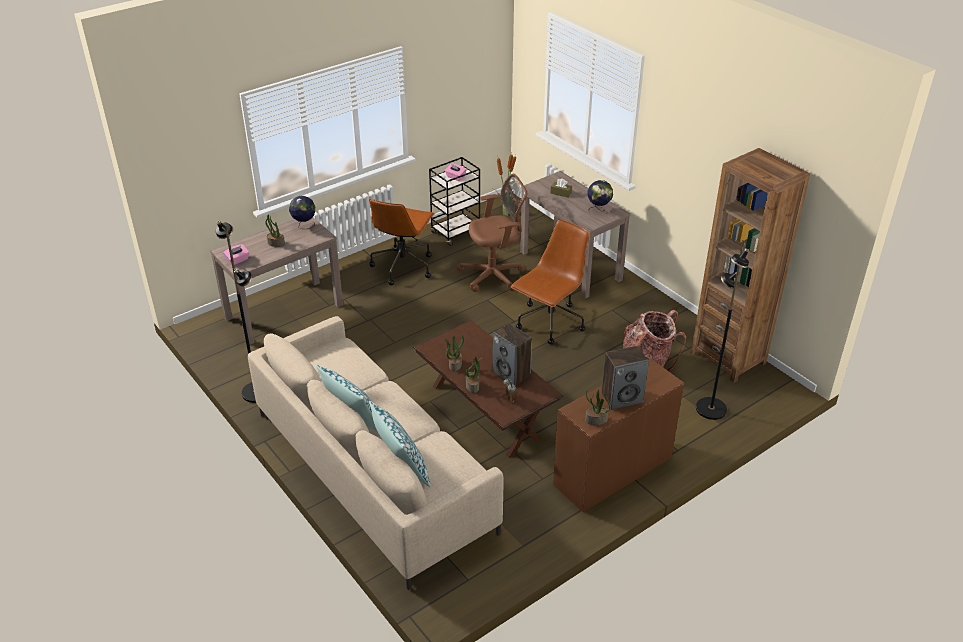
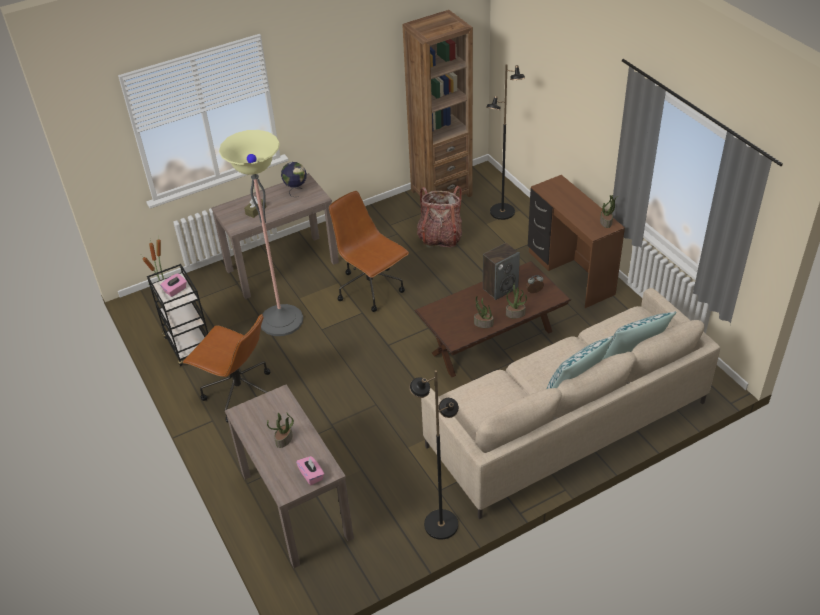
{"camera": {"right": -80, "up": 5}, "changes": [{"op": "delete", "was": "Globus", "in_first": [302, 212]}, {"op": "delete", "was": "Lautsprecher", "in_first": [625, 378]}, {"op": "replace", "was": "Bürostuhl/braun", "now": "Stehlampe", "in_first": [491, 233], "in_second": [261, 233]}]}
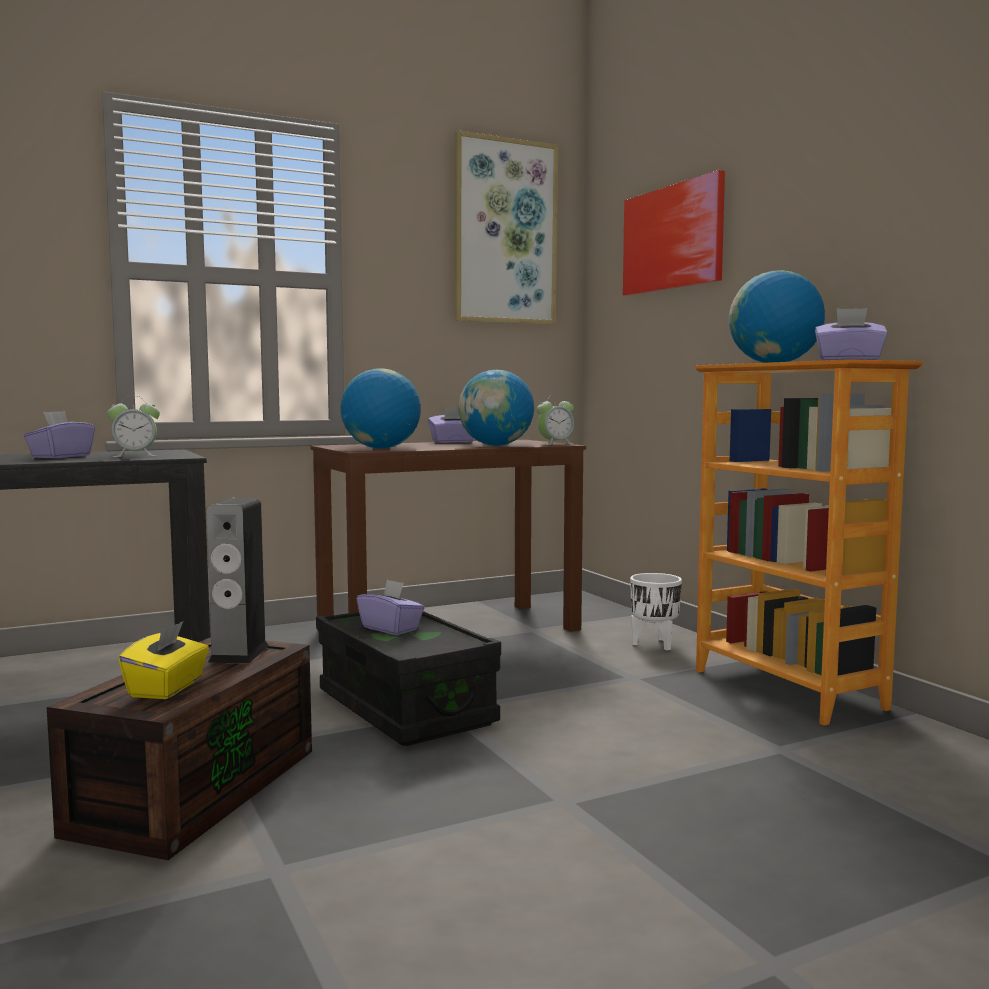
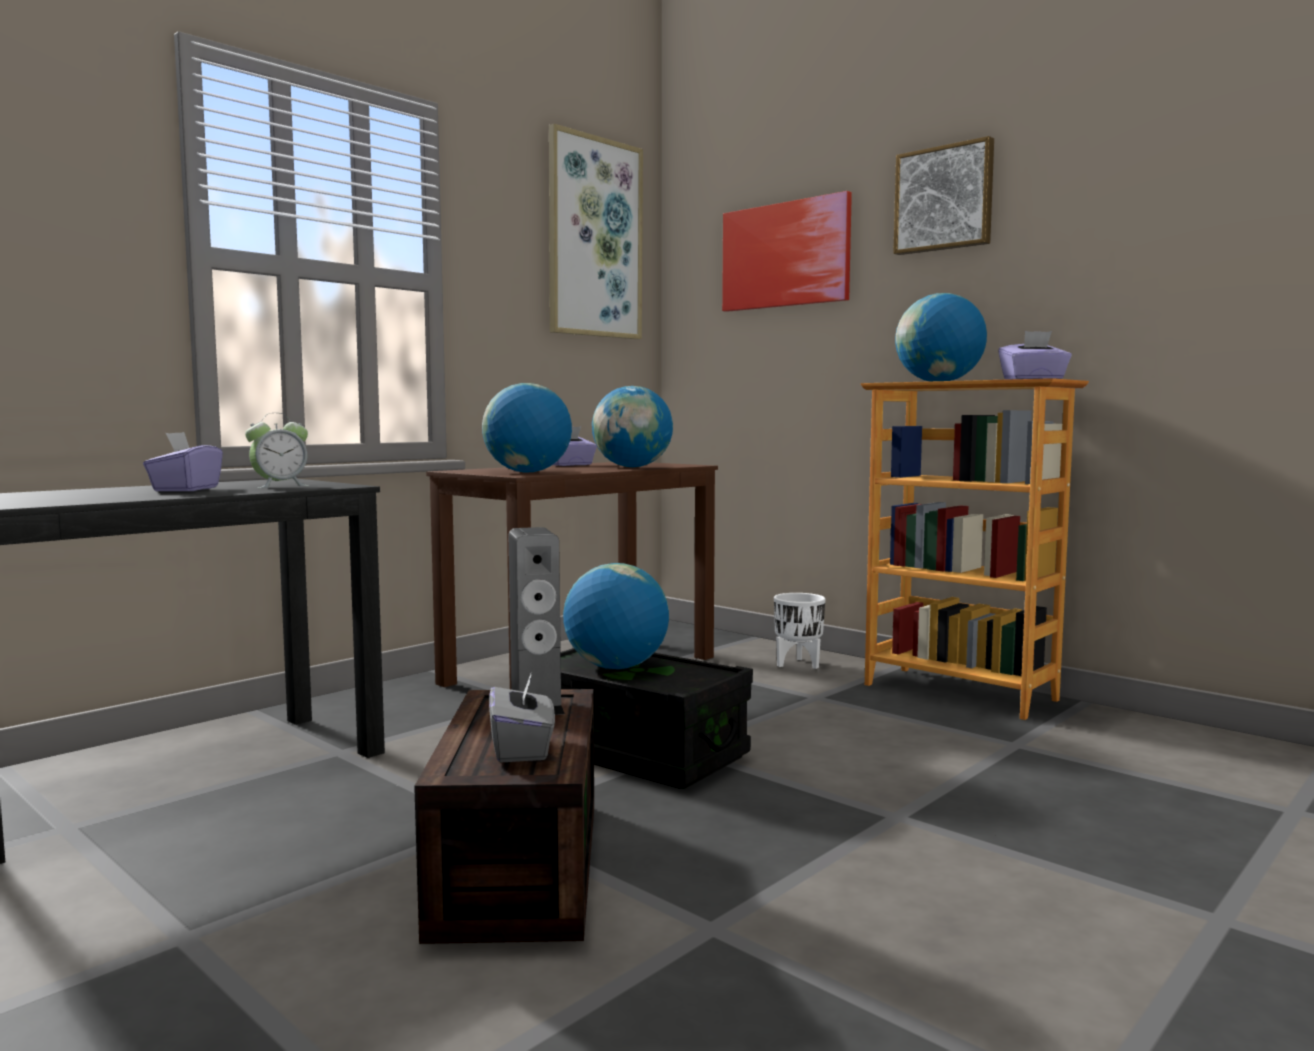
{"camera": {"right": -20, "up": 0}, "changes": [{"op": "delete", "was": "Wecker", "in_first": [555, 420]}, {"op": "insert", "now": "Bild", "in_second": [943, 195]}, {"op": "replace", "was": "Taschentuchbox/lila", "now": "Globus", "in_first": [391, 607], "in_second": [616, 616]}, {"op": "recolor", "was": "Taschentuchbox/gelb", "now": "Taschentuchbox/grau", "in_first": [164, 660], "in_second": [522, 717]}]}
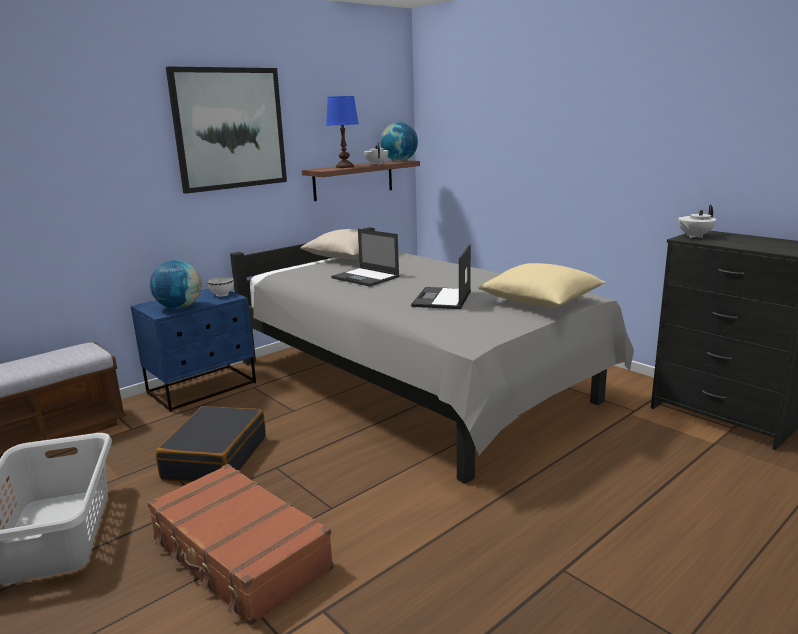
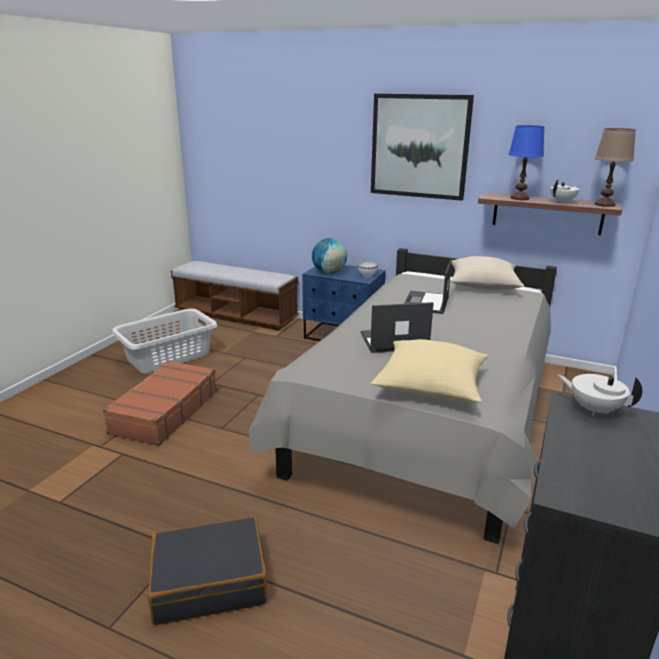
{"camera": {"right": 65, "up": 5}, "changes": [{"op": "move", "was": "Koffer/schwarz", "in_first": [211, 444], "in_second": [207, 570]}, {"op": "replace", "was": "Globus", "now": "Tischlampe/braun", "in_first": [399, 141], "in_second": [615, 167]}]}
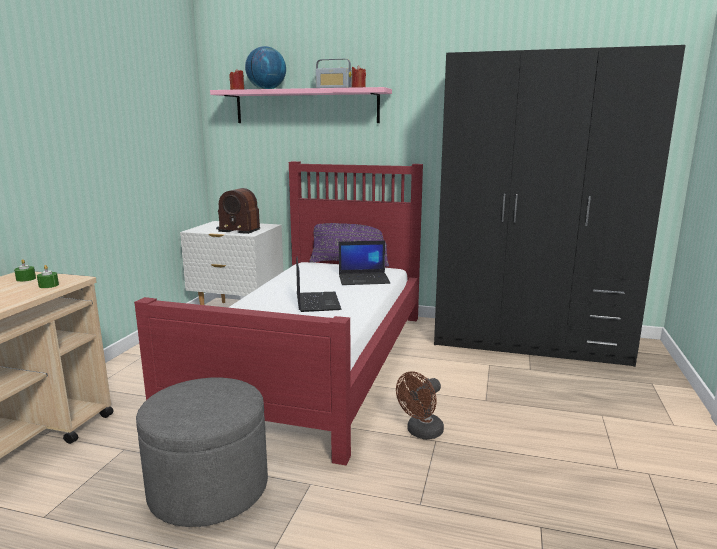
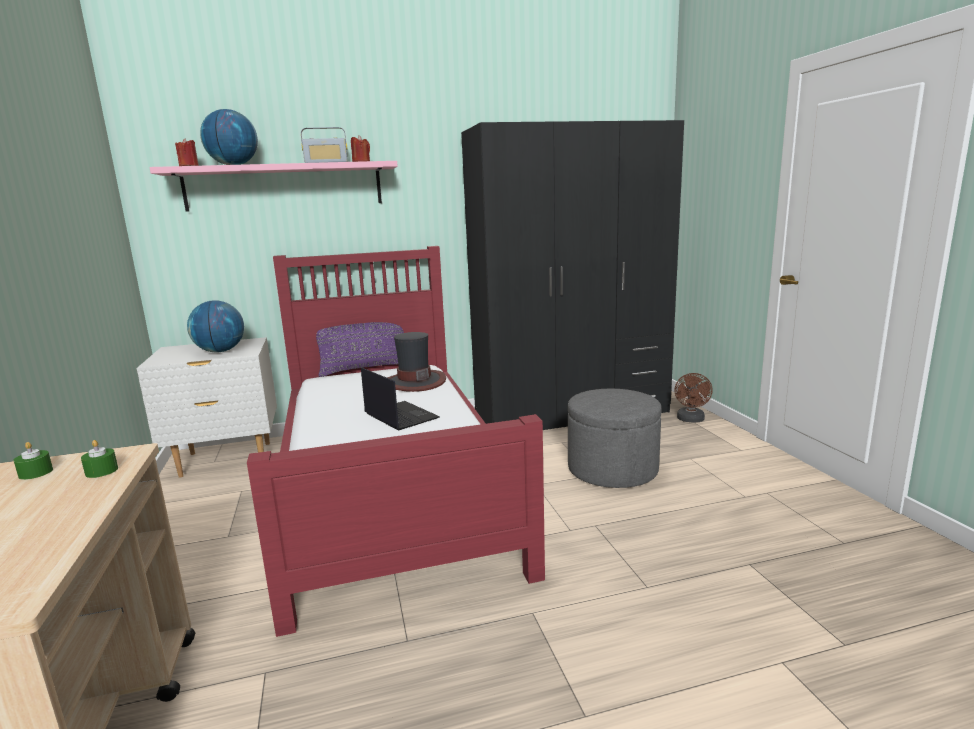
{"camera": {"right": -30, "up": 0}, "changes": [{"op": "move", "was": "Polsterhocker/grau", "in_first": [202, 452], "in_second": [615, 438]}, {"op": "move", "was": "Ventilator/braun", "in_first": [420, 405], "in_second": [693, 398]}, {"op": "replace", "was": "Radio", "now": "Globus", "in_first": [238, 211], "in_second": [215, 326]}, {"op": "replace", "was": "Laptop", "now": "Hut", "in_first": [364, 263], "in_second": [416, 362]}]}
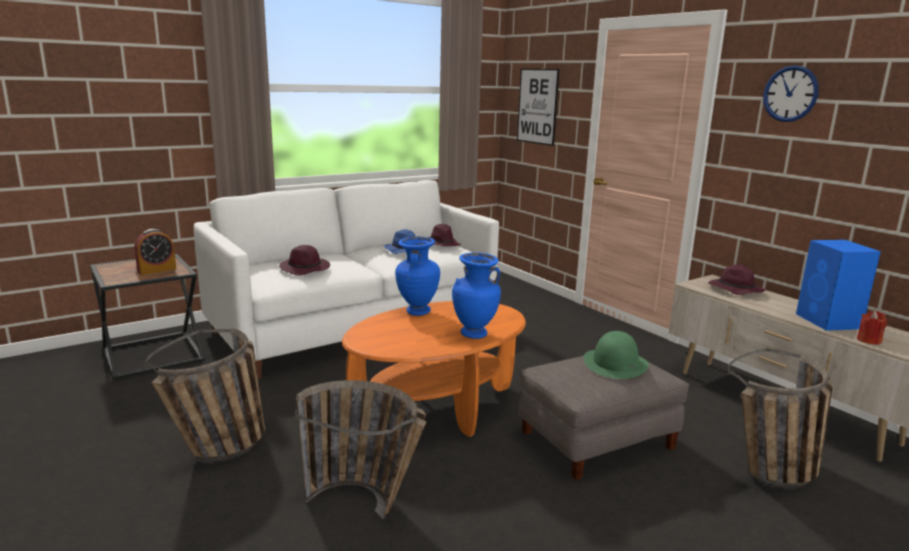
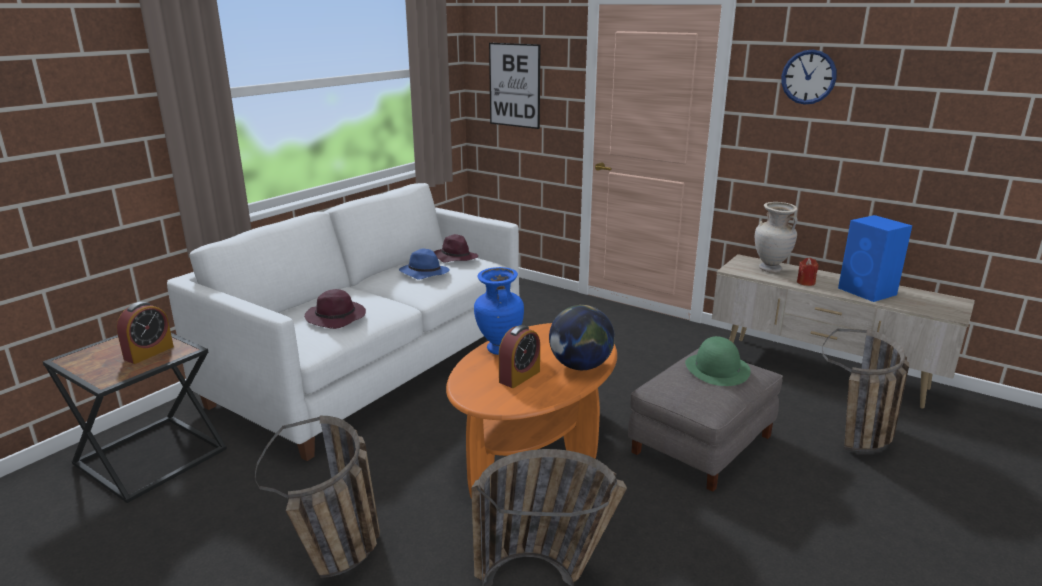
{"camera": {"right": -20, "up": 5}, "changes": [{"op": "insert", "now": "Wecker", "in_second": [519, 356]}, {"op": "move", "was": "Kerze/rot", "in_first": [872, 328], "in_second": [807, 272]}, {"op": "replace", "was": "Vase/blau", "now": "Globus", "in_first": [476, 295], "in_second": [582, 337]}, {"op": "replace", "was": "Hut/lila", "now": "Vase/beige", "in_first": [736, 279], "in_second": [776, 237]}]}
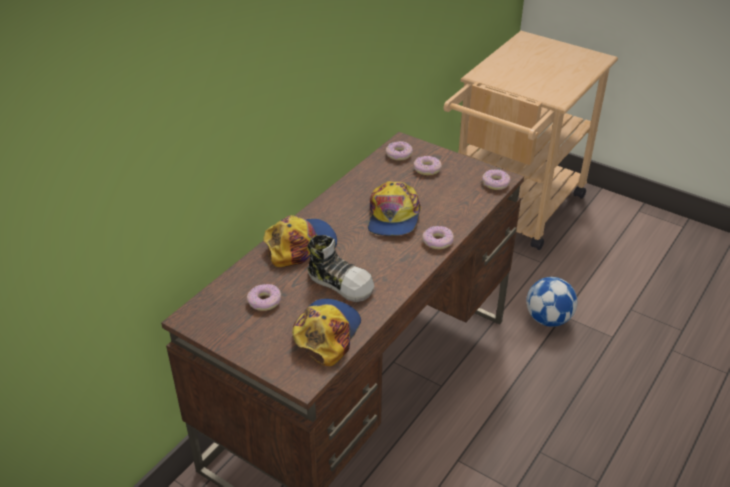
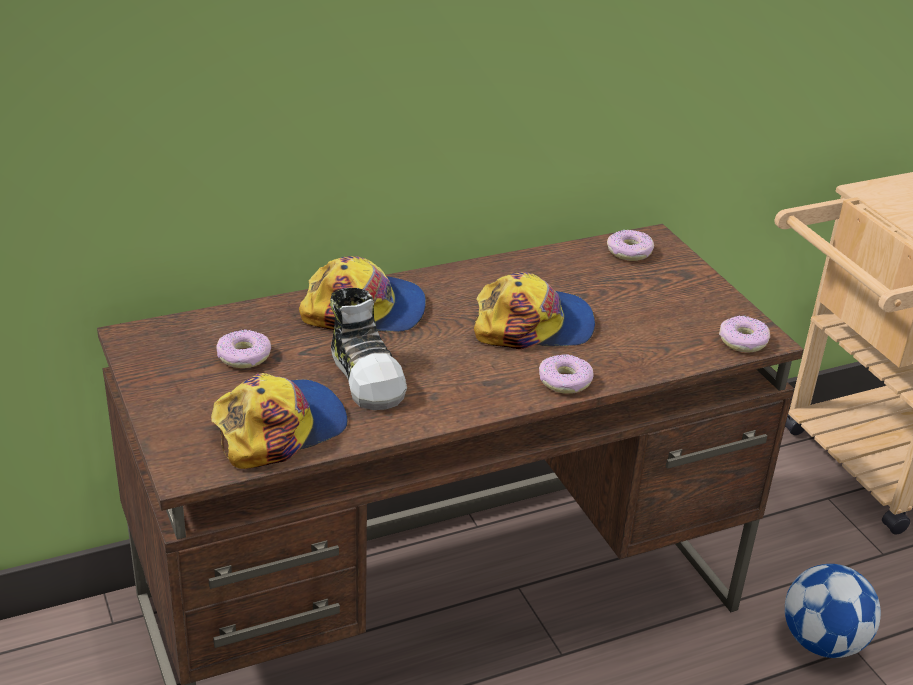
{"camera": {"right": 30, "up": -5}, "changes": [{"op": "delete", "was": "Donut", "in_first": [427, 165]}, {"op": "rotate", "was": "Kappe", "in_first": [394, 208], "in_second": [534, 310], "clockwise": -135}]}
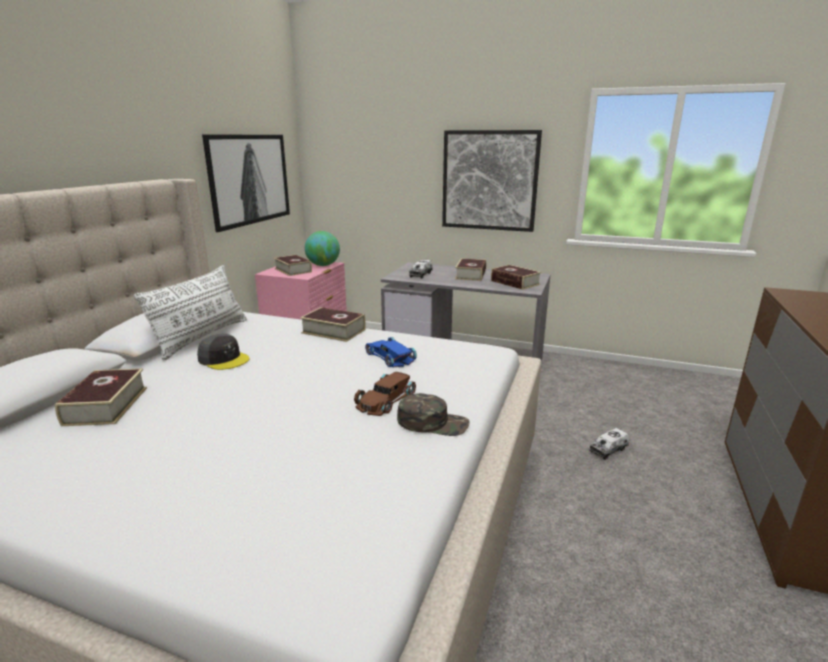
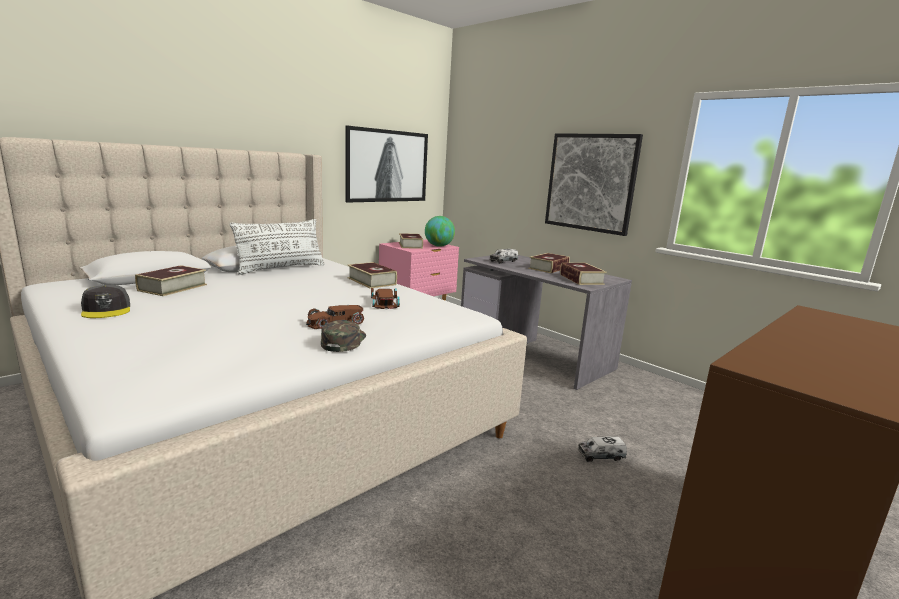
{"camera": {"right": 25, "up": -5}, "changes": [{"op": "move", "was": "Kappe/grau", "in_first": [223, 352], "in_second": [105, 301]}, {"op": "recolor", "was": "Spielzeugauto/blau", "now": "Spielzeugauto/braun", "in_first": [391, 352], "in_second": [385, 298]}, {"op": "rotate", "was": "Kappe/grün", "in_first": [433, 414], "in_second": [343, 336], "clockwise": -120}]}
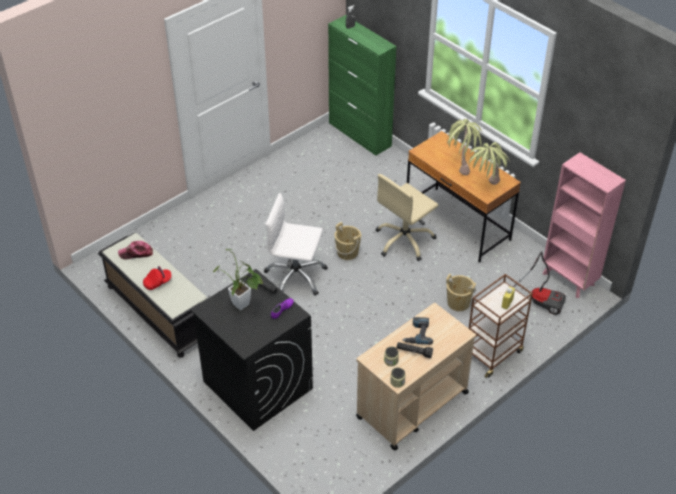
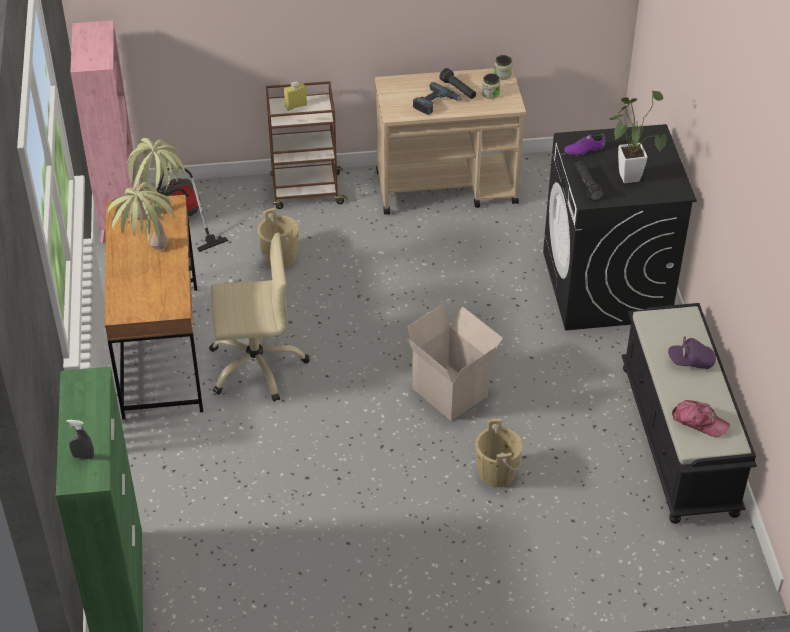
{"camera": {"right": -145, "up": 0}, "changes": [{"op": "move", "was": "Eimer/beige", "in_first": [347, 241], "in_second": [499, 453]}, {"op": "replace", "was": "Bürostuhl/weiß", "now": "Karton", "in_first": [296, 244], "in_second": [455, 362]}, {"op": "recolor", "was": "Kappe/rot", "now": "Kappe/lila", "in_first": [157, 278], "in_second": [692, 352]}]}
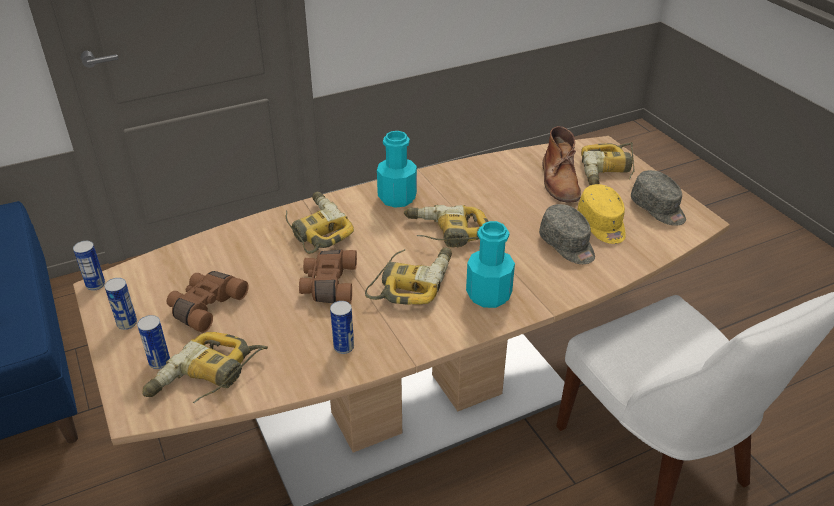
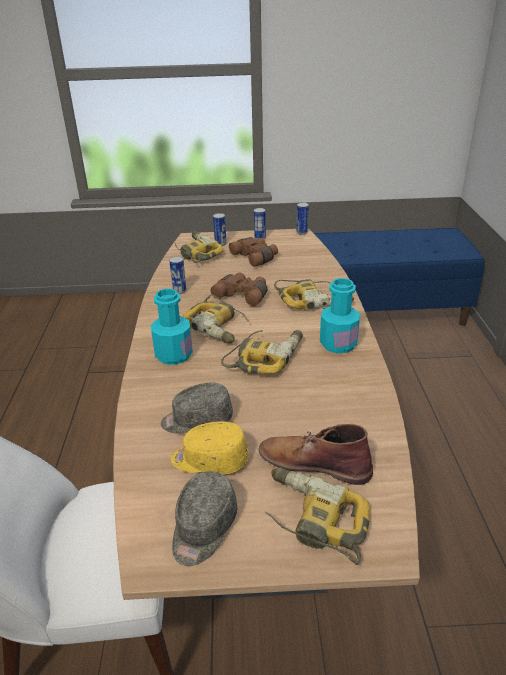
{"camera": {"right": 115, "up": -5}, "changes": [{"op": "rotate", "was": "Kappe/grau", "in_first": [658, 198], "in_second": [205, 518], "clockwise": -60}]}
